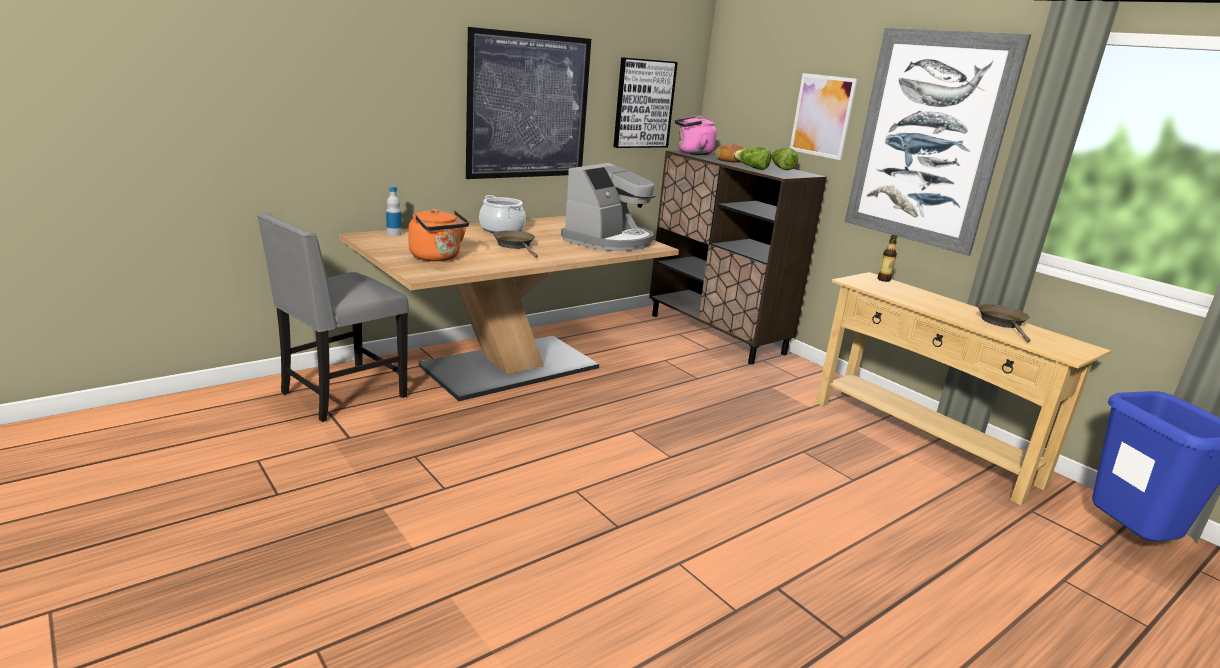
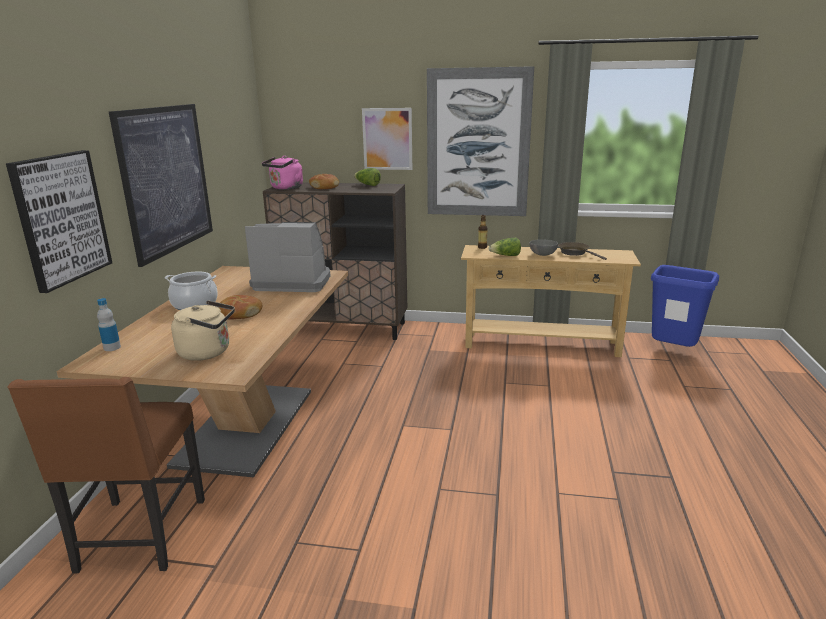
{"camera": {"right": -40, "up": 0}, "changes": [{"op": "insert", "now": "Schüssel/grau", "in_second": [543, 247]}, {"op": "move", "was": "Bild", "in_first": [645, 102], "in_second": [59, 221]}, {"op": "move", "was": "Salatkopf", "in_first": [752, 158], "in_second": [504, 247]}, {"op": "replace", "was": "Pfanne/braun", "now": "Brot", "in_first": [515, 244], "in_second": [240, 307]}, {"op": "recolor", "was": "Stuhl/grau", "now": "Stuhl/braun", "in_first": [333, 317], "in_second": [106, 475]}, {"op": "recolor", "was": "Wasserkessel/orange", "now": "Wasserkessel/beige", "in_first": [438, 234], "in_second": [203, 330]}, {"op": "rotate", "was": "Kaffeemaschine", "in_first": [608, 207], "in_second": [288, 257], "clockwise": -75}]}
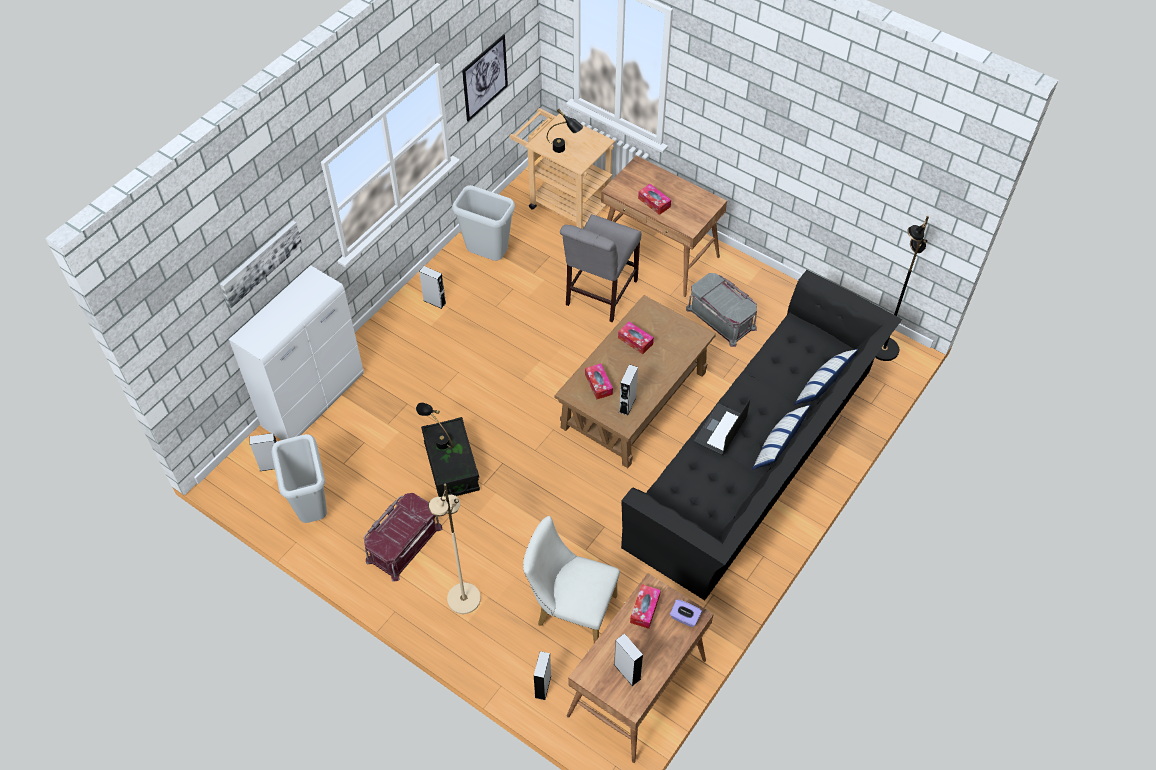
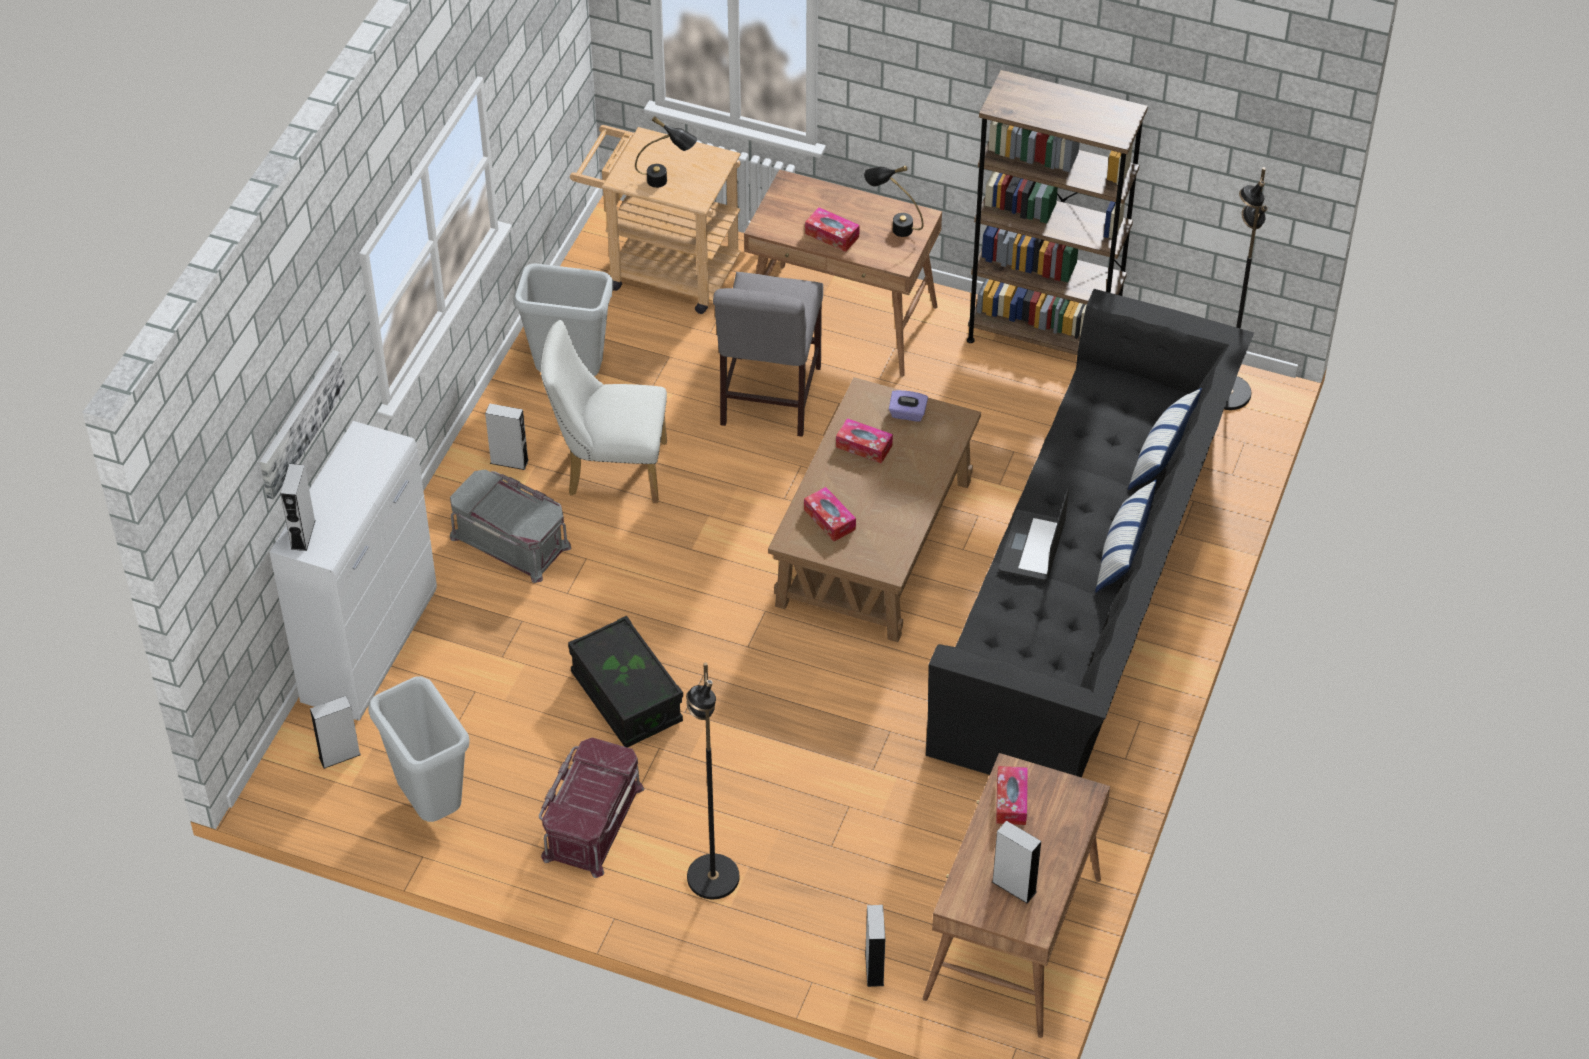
{"camera": {"right": -15, "up": -5}, "changes": [{"op": "delete", "was": "Bild", "in_first": [485, 78]}, {"op": "insert", "now": "Bücherregal/braun", "in_second": [1057, 212]}, {"op": "move", "was": "Tischlampe/schwarz", "in_first": [434, 426], "in_second": [893, 201]}, {"op": "move", "was": "Stuhl/weiß", "in_first": [571, 579], "in_second": [604, 411]}, {"op": "move", "was": "Lautsprecher/grau", "in_first": [628, 389], "in_second": [297, 507]}, {"op": "move", "was": "Taschentuchbox/lila", "in_first": [686, 613], "in_second": [908, 406]}, {"op": "move", "was": "Aufbewahrungsbox/grau", "in_first": [721, 310], "in_second": [510, 526]}, {"op": "recolor", "was": "Stehlampe/beige", "now": "Stehlampe/schwarz", "in_first": [454, 549], "in_second": [712, 780]}]}
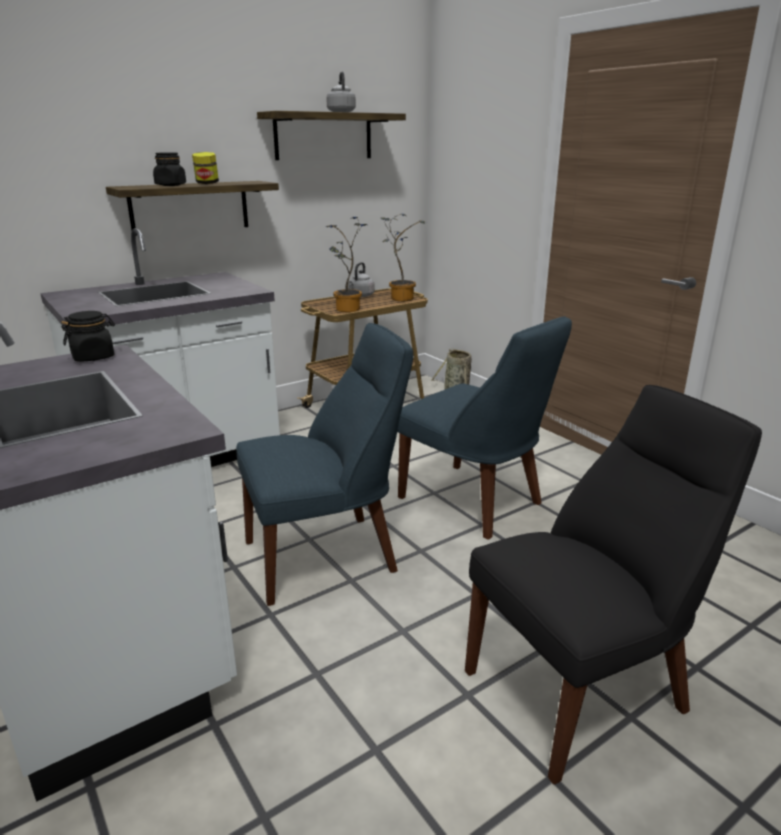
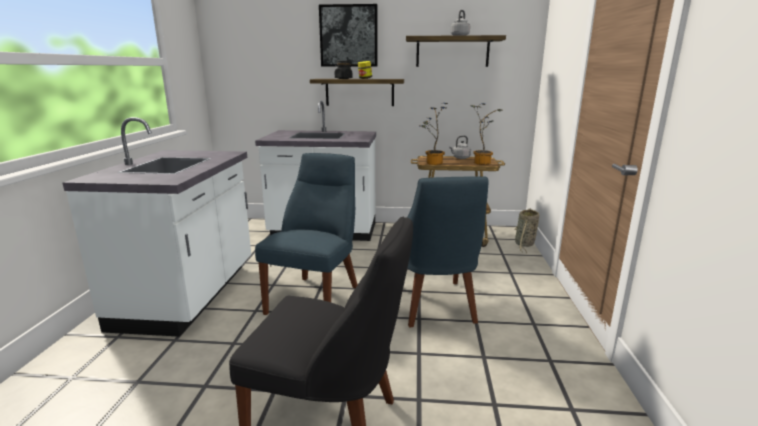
{"camera": {"right": 40, "up": -5}, "changes": [{"op": "delete", "was": "Vorratsglas/schwarz", "in_first": [88, 336]}, {"op": "insert", "now": "Bild", "in_second": [348, 35]}, {"op": "rotate", "was": "Stuhl/blau", "in_first": [324, 464], "in_second": [306, 234], "clockwise": -90}]}
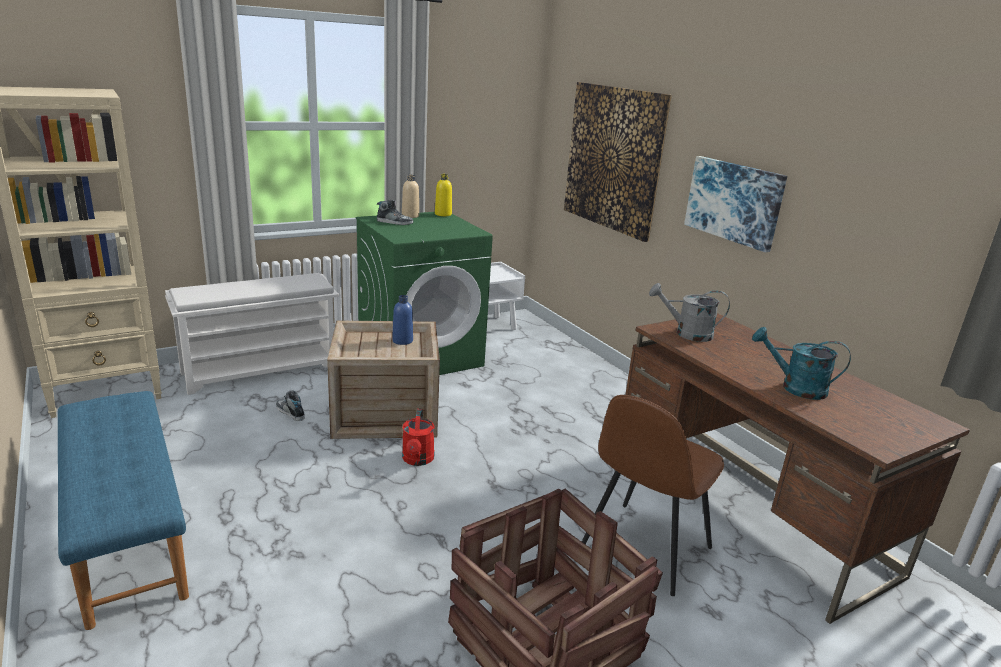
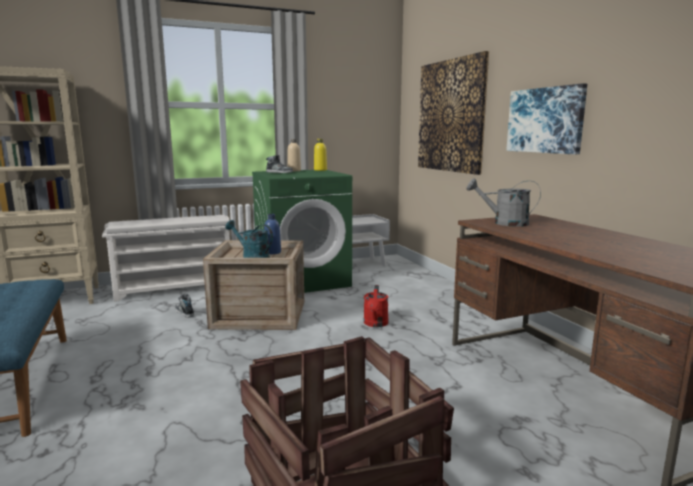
{"camera": {"right": 10, "up": -10}, "changes": [{"op": "delete", "was": "Stuhl/braun", "in_first": [653, 495]}, {"op": "move", "was": "Gießkanne/rot", "in_first": [418, 437], "in_second": [376, 306]}, {"op": "move", "was": "Gießkanne/türkis", "in_first": [801, 363], "in_second": [249, 239]}]}
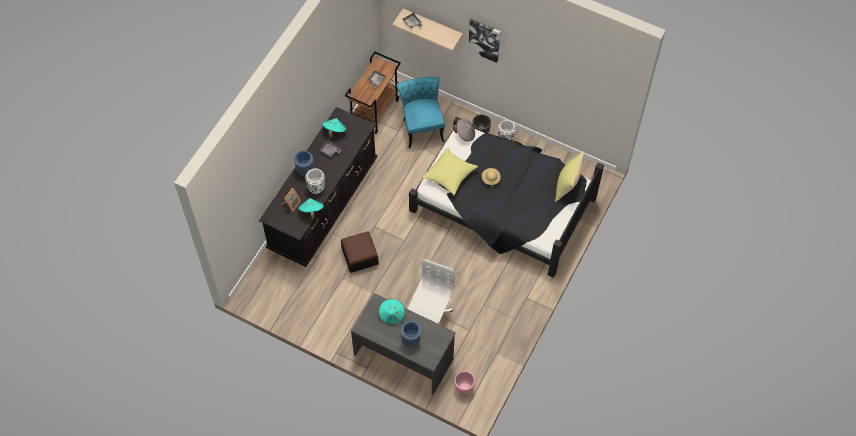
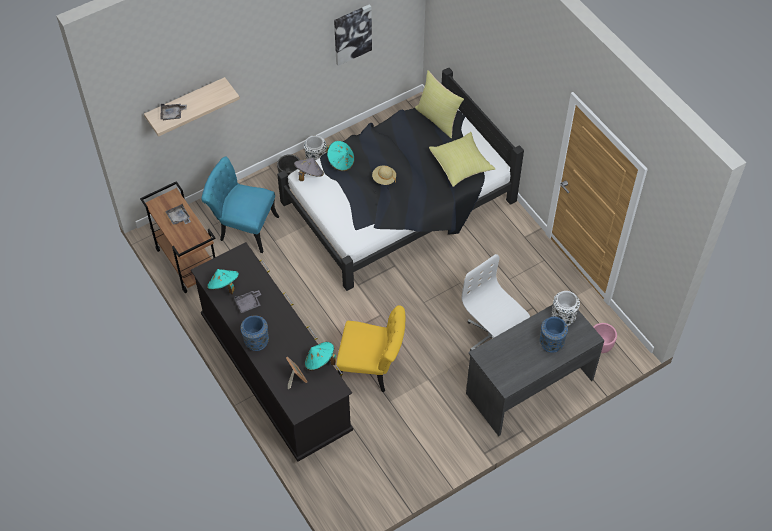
{"camera": {"right": -60, "up": -5}, "changes": [{"op": "move", "was": "Vase/weiß", "in_first": [315, 181], "in_second": [566, 308]}, {"op": "move", "was": "Hut/türkis", "in_first": [391, 311], "in_second": [340, 156]}, {"op": "move", "was": "Kissen/gelb", "in_first": [450, 172], "in_second": [462, 159]}, {"op": "move", "was": "Bild", "in_first": [484, 41], "in_second": [353, 35]}, {"op": "replace", "was": "Polsterhocker", "now": "Stuhl/gelb", "in_first": [360, 252], "in_second": [370, 348]}]}
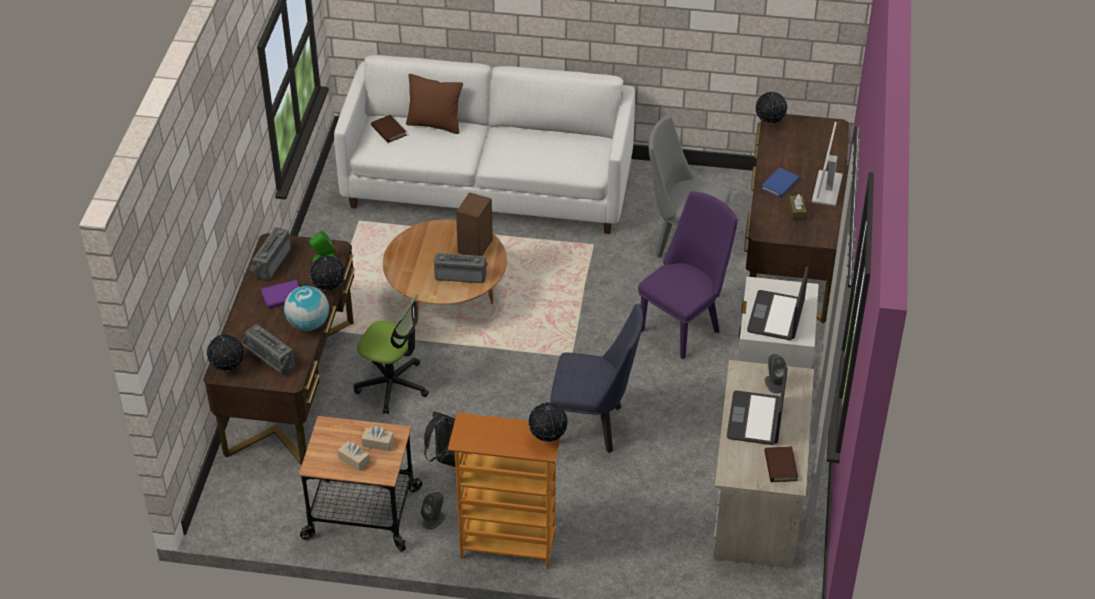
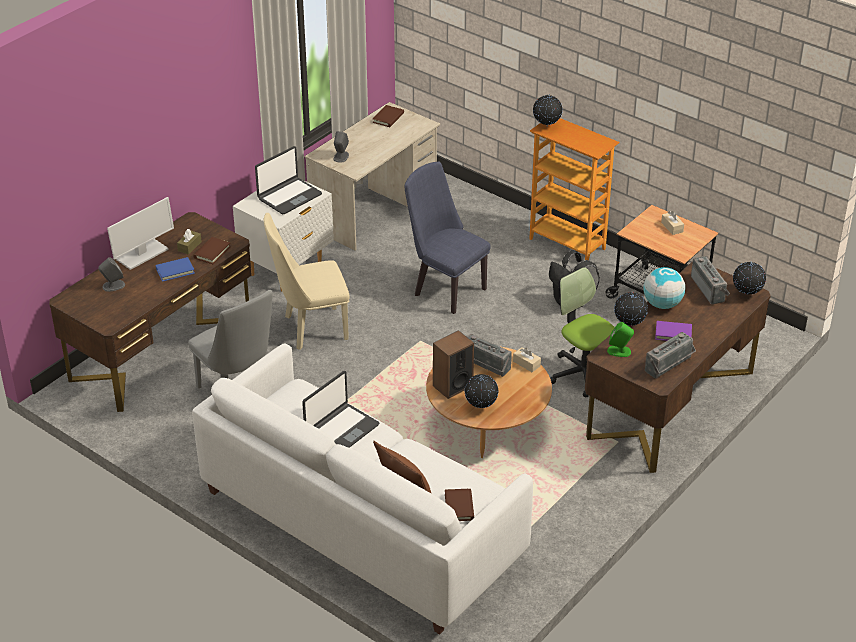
{"camera": {"right": -150, "up": -5}, "changes": [{"op": "insert", "now": "Buch/braun", "in_second": [212, 250]}, {"op": "move", "was": "Taschentuchbox/beige", "in_first": [378, 438], "in_second": [527, 359]}, {"op": "move", "was": "Lautsprecher/grau", "in_first": [433, 510], "in_second": [112, 274]}, {"op": "move", "was": "Laptop", "in_first": [757, 405], "in_second": [340, 409]}, {"op": "move", "was": "Globus", "in_first": [771, 107], "in_second": [481, 391]}, {"op": "recolor", "was": "Stuhl/lila", "now": "Stuhl/beige", "in_first": [688, 275], "in_second": [307, 281]}]}
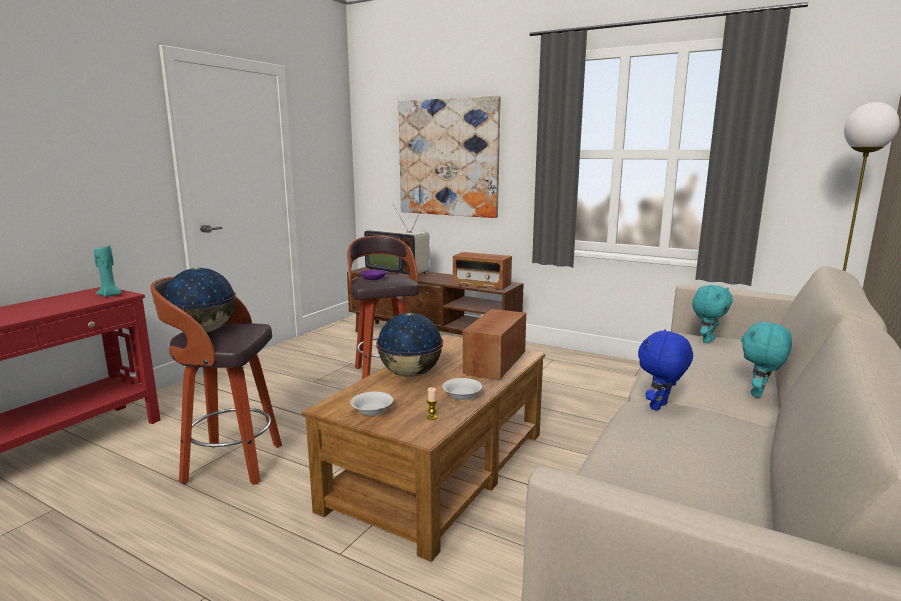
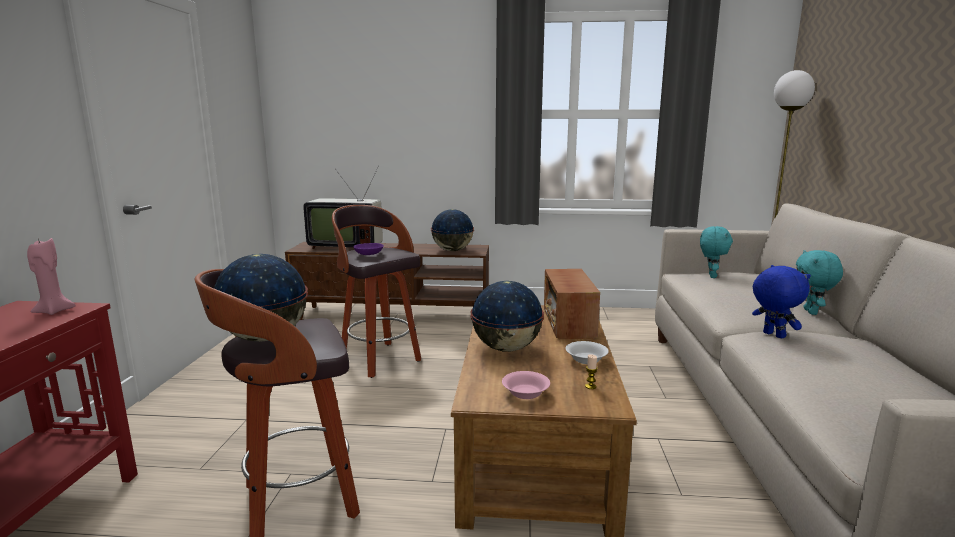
{"camera": {"right": -25, "up": 0}, "changes": [{"op": "delete", "was": "Bild", "in_first": [449, 157]}, {"op": "replace", "was": "Radio", "now": "Globus", "in_first": [482, 271], "in_second": [452, 230]}, {"op": "recolor", "was": "Kerze/türkis", "now": "Kerze/rosa", "in_first": [108, 271], "in_second": [51, 276]}, {"op": "recolor", "was": "Schüssel/weiß", "now": "Schüssel/rosa", "in_first": [371, 404], "in_second": [526, 385]}, {"op": "rotate", "was": "Plüschtier/blau", "in_first": [665, 370], "in_second": [781, 301], "clockwise": 135}]}
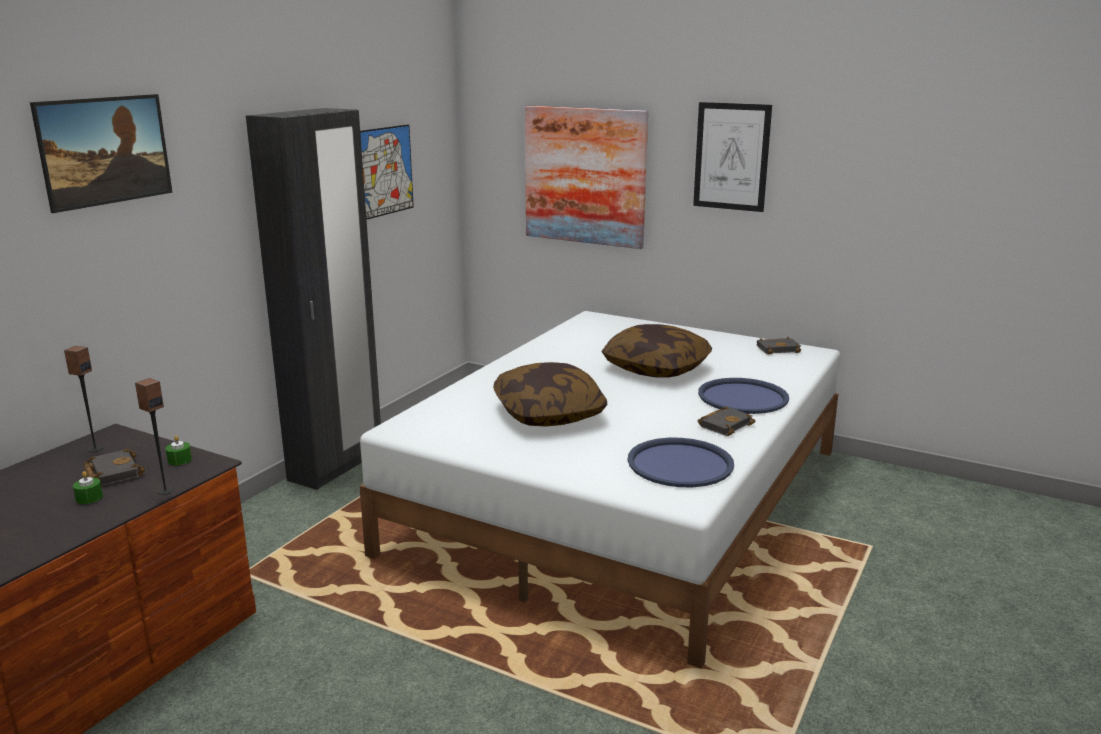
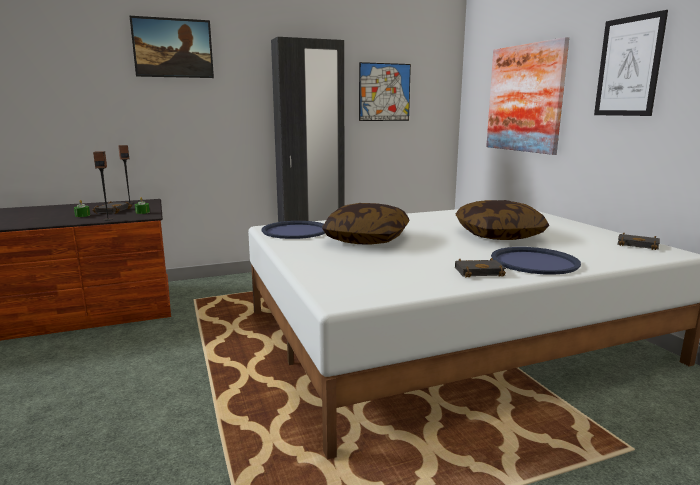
{"camera": {"right": 40, "up": -5}, "changes": [{"op": "move", "was": "Tablett/blau", "in_first": [681, 462], "in_second": [293, 230]}]}
